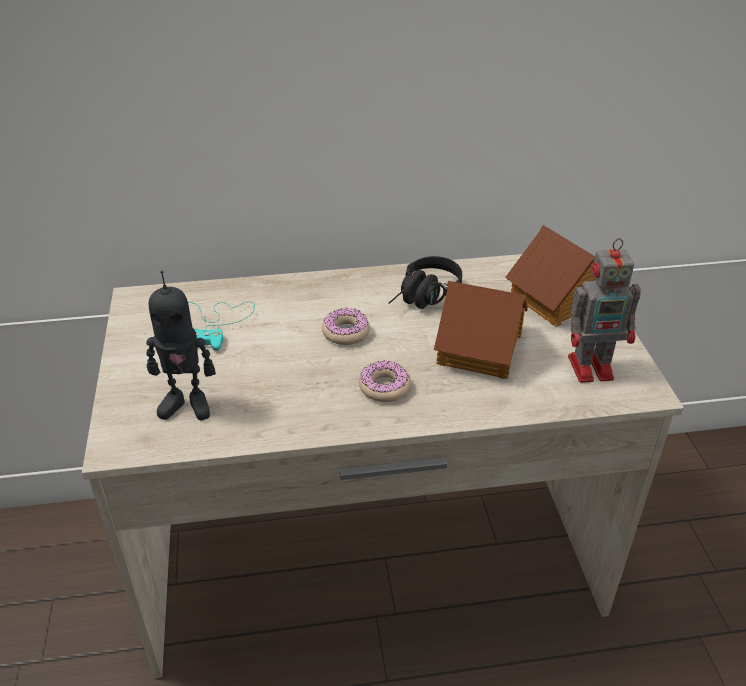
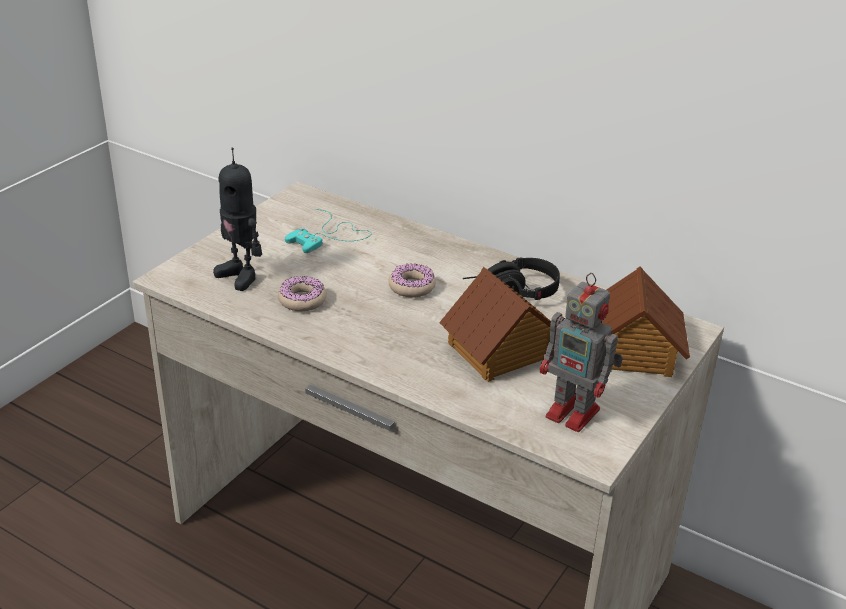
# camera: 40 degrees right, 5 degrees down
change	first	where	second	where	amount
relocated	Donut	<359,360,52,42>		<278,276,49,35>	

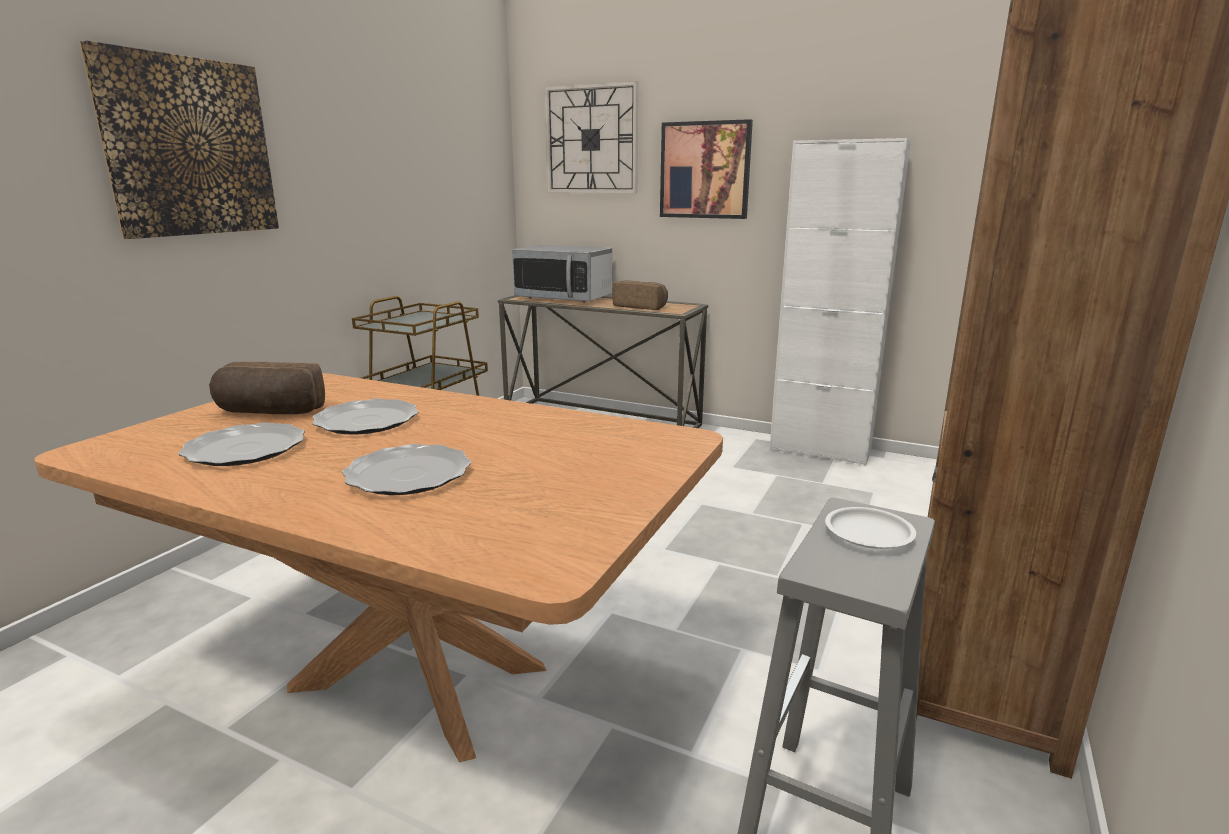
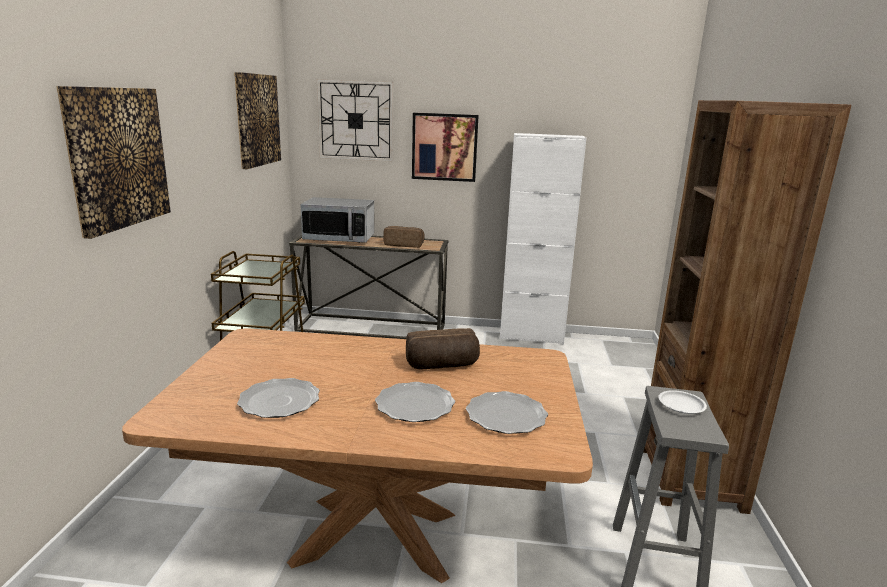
# camera: 20 degrees left, 0 degrees up
change	first	where	second	where	amount
relocated	Brot	<209,362,116,52>		<406,328,74,41>	
relocated	Teller	<312,399,106,35>		<466,391,82,43>	
appeared			Bild	<234,72,47,97>	

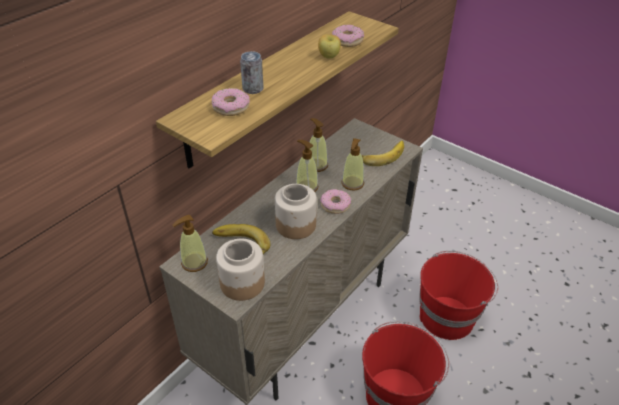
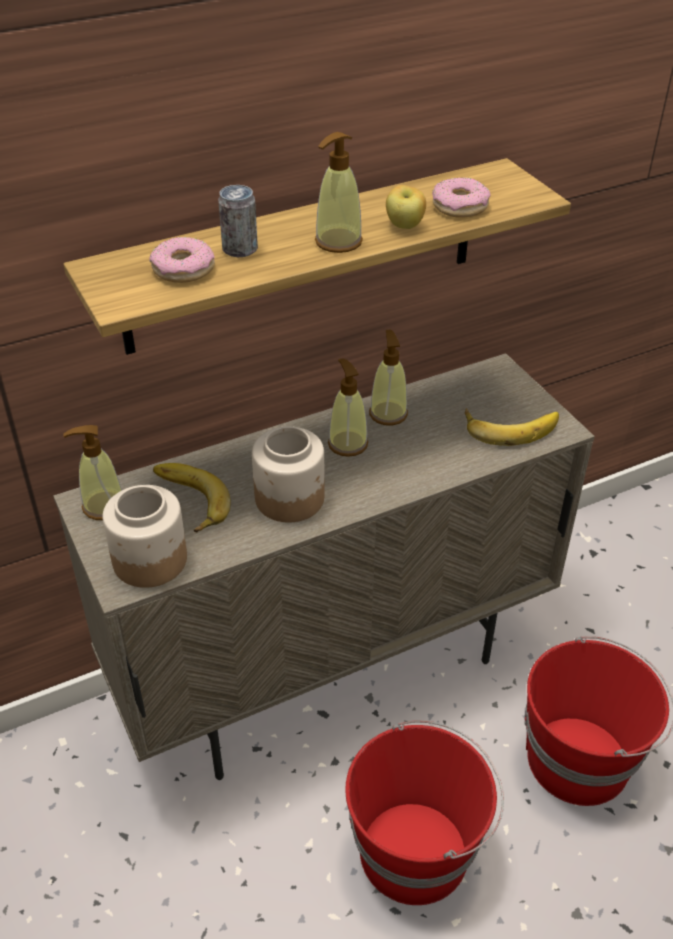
# camera: 25 degrees right, 0 degrees up
change	first	where	second	where	amount
relocated	Seifenspender	<341,138,23,53>		<315,132,48,121>	
missing	Donut	<320,189,31,25>			

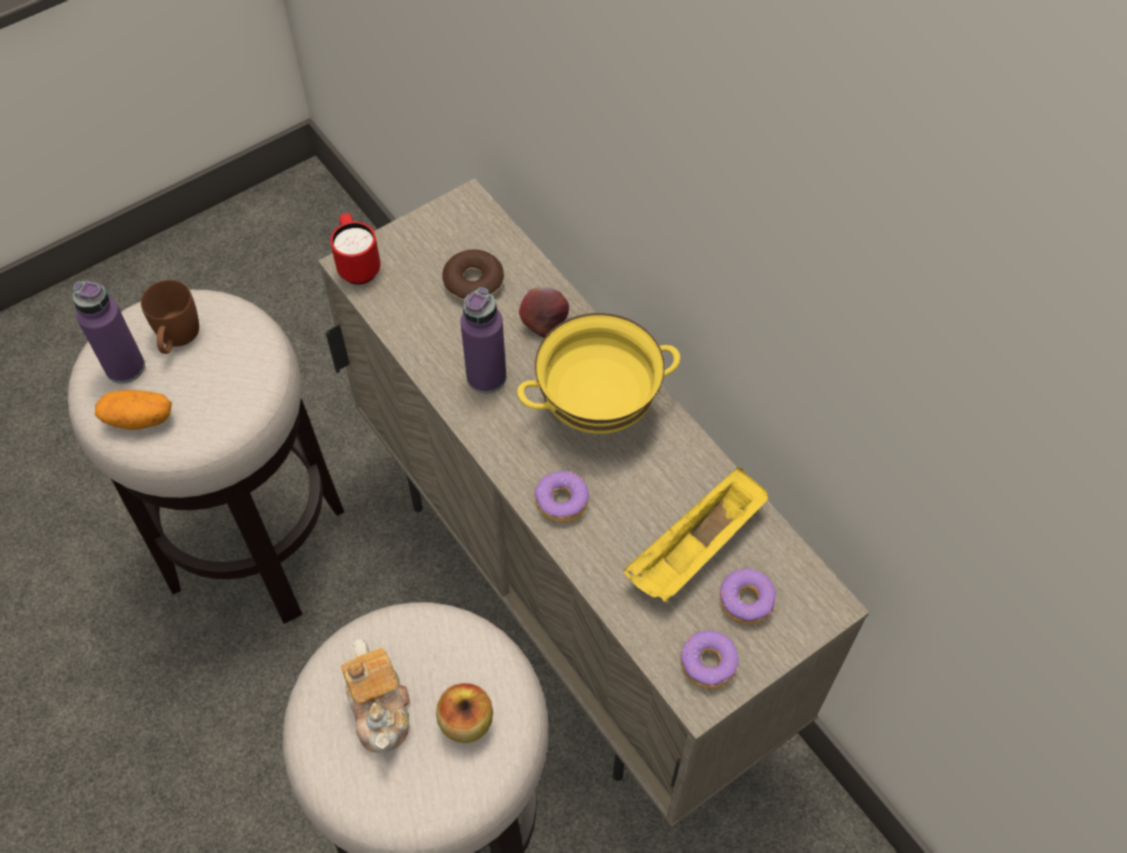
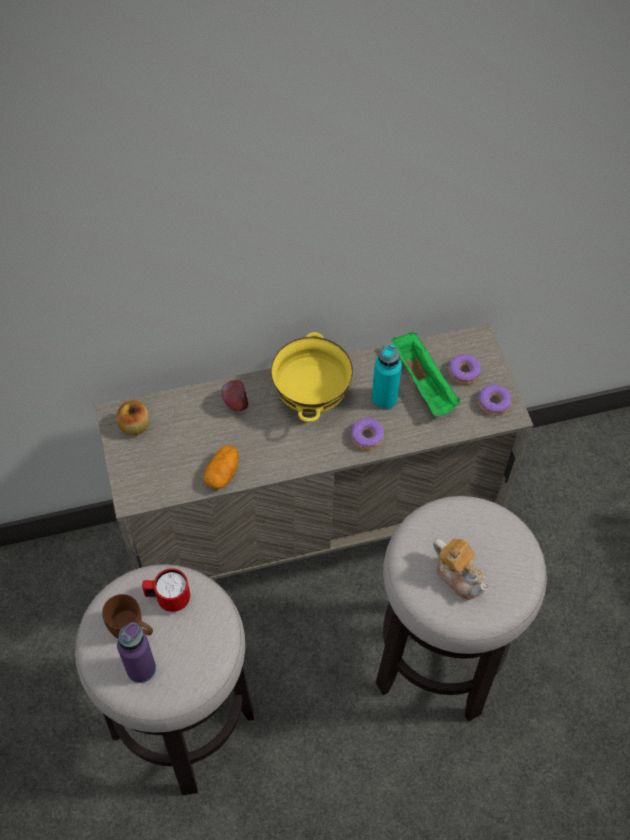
# camera: 70 degrees left, 0 degrees up
change	first	where	second	where	amount
relocated	Henkelbecher (rot)	<330,213,50,72>		<142,568,48,44>	
missing	Donut	<442,250,62,51>			
missing	Flasche (lila)	<460,287,46,107>			
relocated	Kartoffel	<95,390,77,40>		<204,445,35,44>	
colour	Tablett (gelb)	<623,468,145,134>	Tablett (grün)	<392,332,68,85>	
spun	Teekanne	<341,639,69,114>		<433,538,56,62>	45 degrees clockwise
relocated	Apfel	<436,683,57,60>		<116,401,34,34>	
appeared			Flasche (türkis)	<371,344,31,66>	

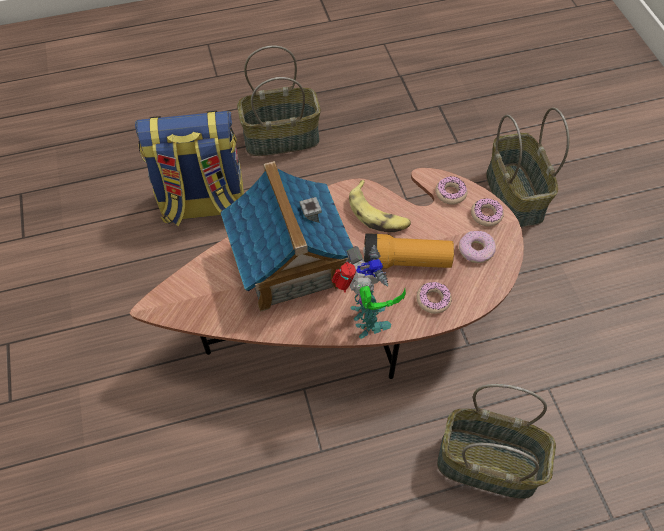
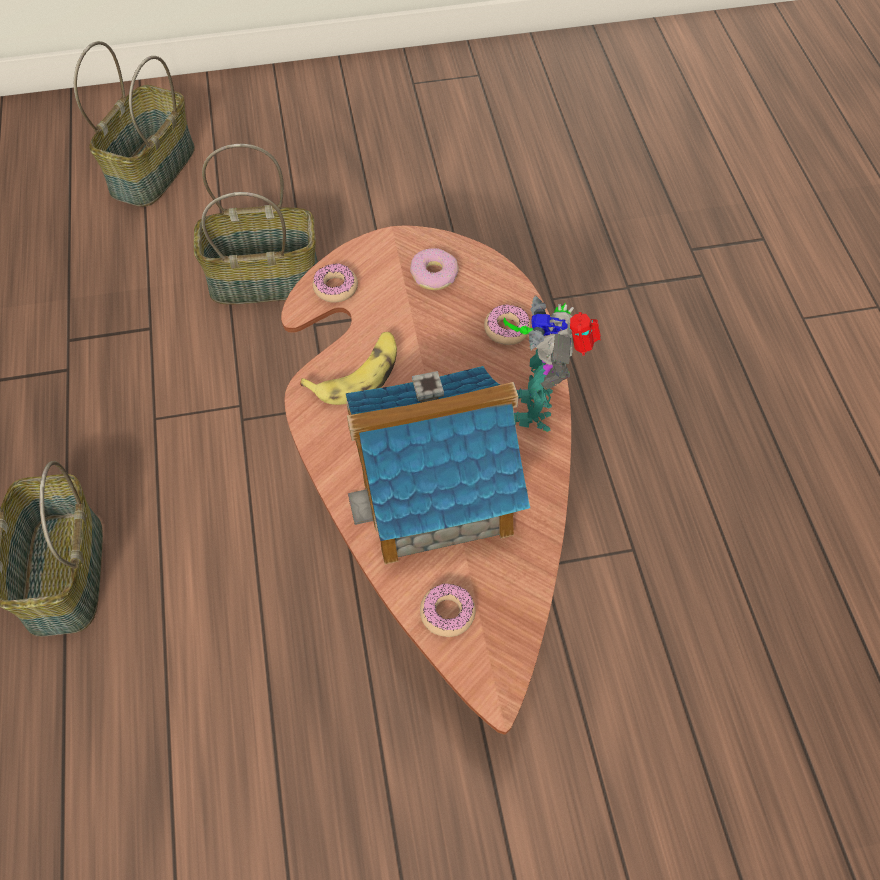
# camera: 85 degrees left, 0 degrees up
change	first	where	second	where	amount
missing	Rucksack	<135,111,109,115>			
relocated	Donut	<471,198,33,29>		<420,583,56,54>	
missing	Taschenlampe	<363,233,91,35>			
spun	Spielzeugroboter	<331,245,75,94>		<503,296,98,136>	75 degrees counterclockwise
relocated	Korb	<437,384,119,115>		<74,41,121,166>	

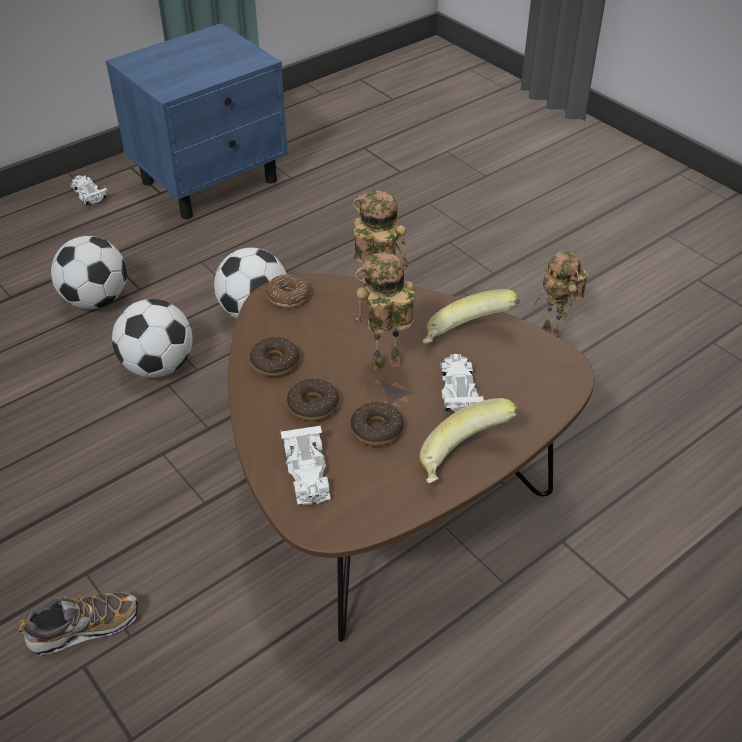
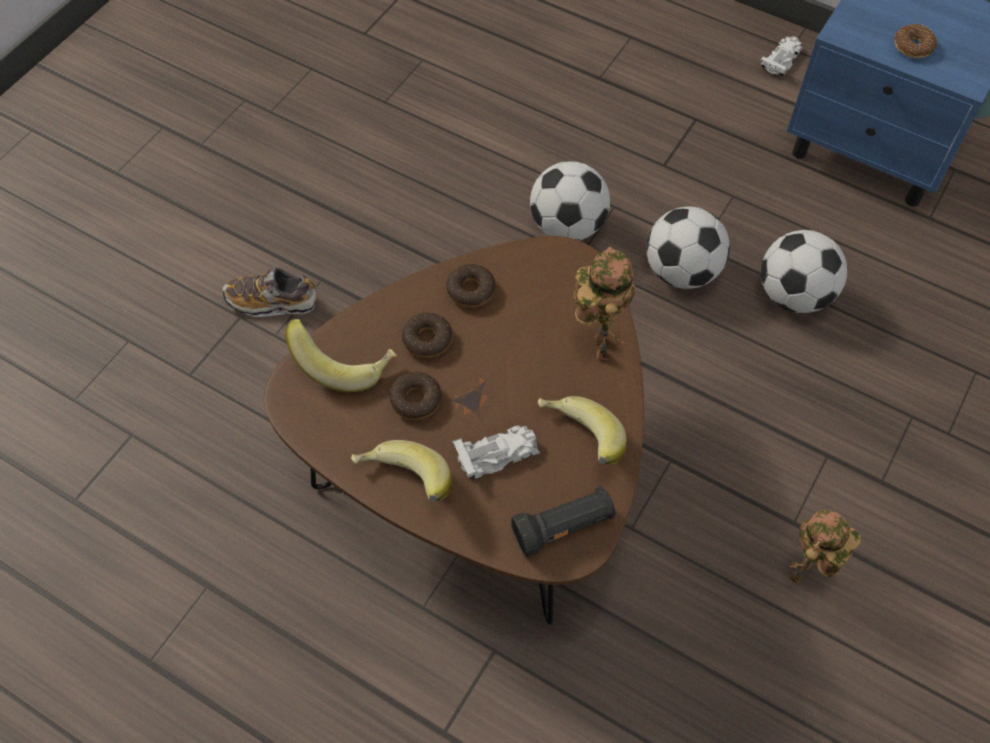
# camera: 70 degrees right, 15 degrees up
change	first	where	second	where	amount
relocated	Fußball	<51,236,76,73>		<761,230,86,83>	
missing	Spielzeugroboter	<355,252,60,118>			
relocated	Donut	<266,274,44,34>		<894,24,43,34>	
exchanged	Spielzeugauto (weiß)	<280,425,51,80>	Banane	<285,319,112,73>	
spun	Schuh	<18,592,120,64>		<222,267,94,50>	135 degrees clockwise
appeared			Taschenlampe (schwarz)	<511,486,105,71>	

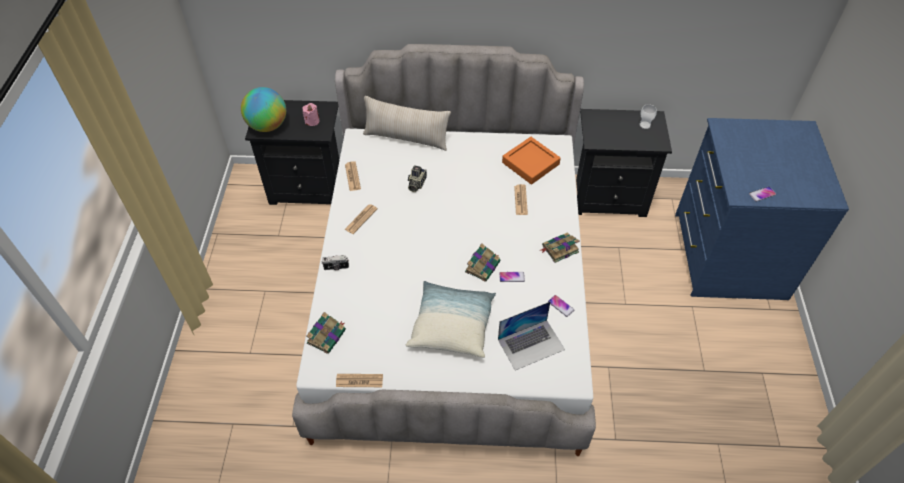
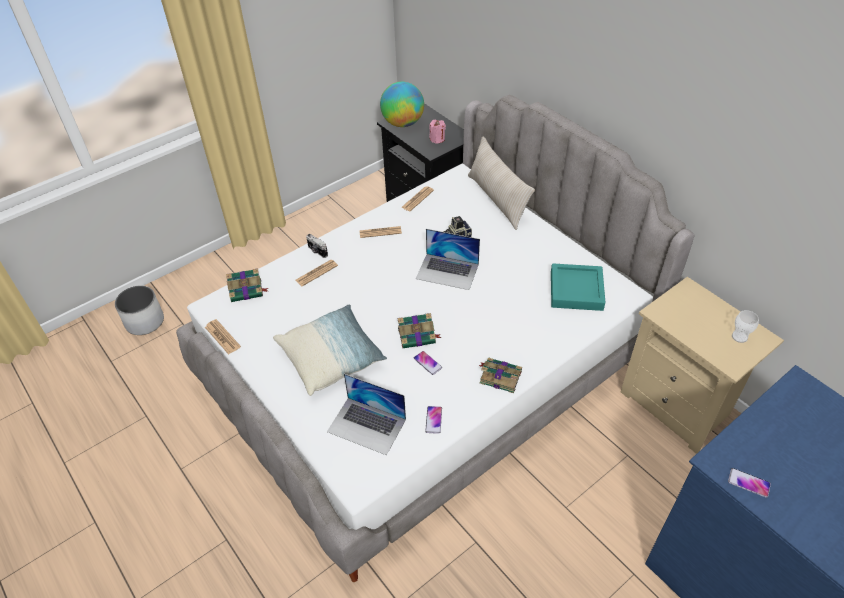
# camera: 50 degrees right, 5 degrees down
change	first	where	second	where	amount
colour	Nachttisch (schwarz)	<576,109,96,108>	Nachttisch (beige)	<621,277,163,177>	
colour	Tablett (orange)	<502,137,59,48>	Tablett (türkis)	<551,264,55,47>	
relocated	Zeitung	<514,184,14,31>		<295,259,43,27>	
appeared			Laptop	<416,229,64,61>	
appeared			Pflanzkübel (weiß)	<115,285,49,50>	

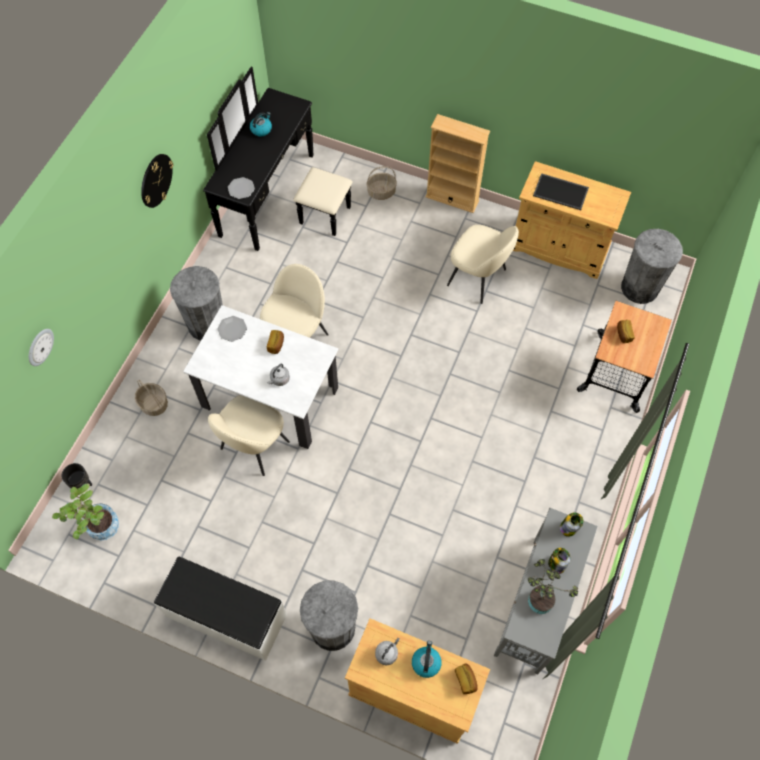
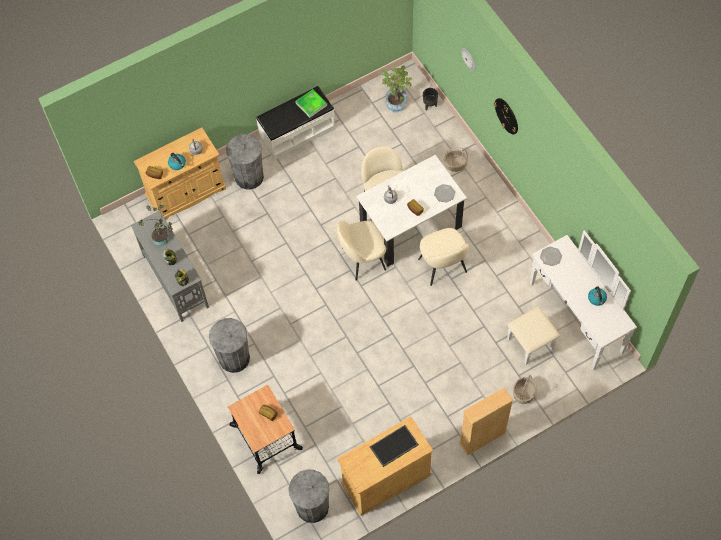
# camera: 130 degrees right, 0 degrees up
change	first	where	second	where	amount
colour	Kommode (schwarz)	<203,67,150,184>	Kommode (weiß)	<507,230,130,140>	
relocated	Wanduhr	<141,154,32,54>		<494,98,24,36>	
relocated	Stuhl (beige)	<447,225,72,79>		<337,221,49,60>	
relocated	Mülleimer (grau)	<170,266,53,75>		<209,318,41,55>	
appeared			Tablett	<295,89,32,29>	

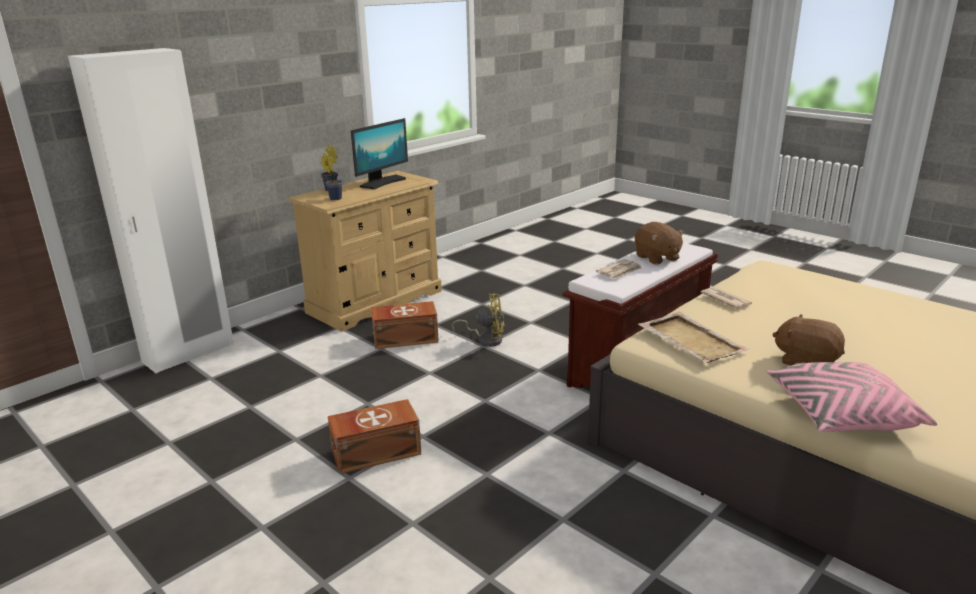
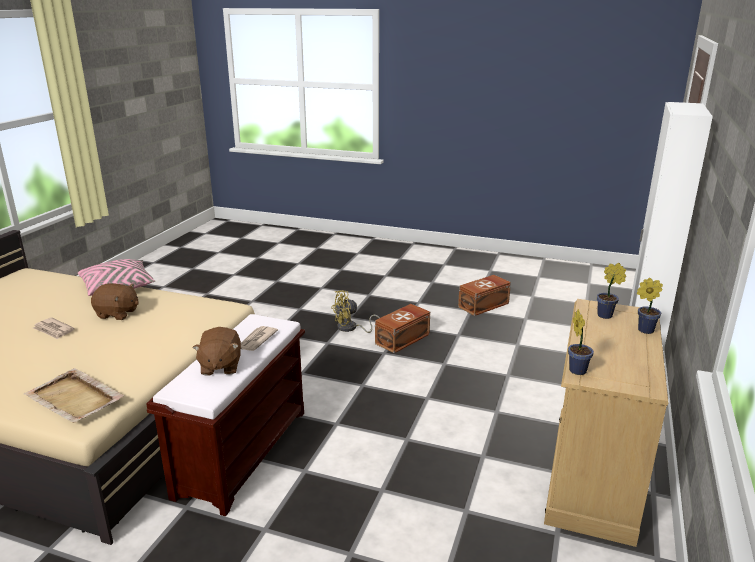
# camera: 155 degrees right, 0 degrees up
change	first	where	second	where	amount
missing	Monitor	<351,118,57,71>			
spun	Plüschtier (braun)	<635,222,50,43>		<192,327,49,49>	135 degrees counterclockwise
relocated	Zeitung	<701,287,52,22>		<33,317,42,23>	
relocated	Ventilator (gelb)	<452,293,52,54>		<331,290,49,43>	
relocated	Aufbewahrungsbox (braun)	<371,301,68,48>		<458,275,53,41>	
relocated	Tablett (beige)	<638,312,112,51>		<24,368,101,55>	
appeared			Topfpflanze	<568,309,26,66>	

